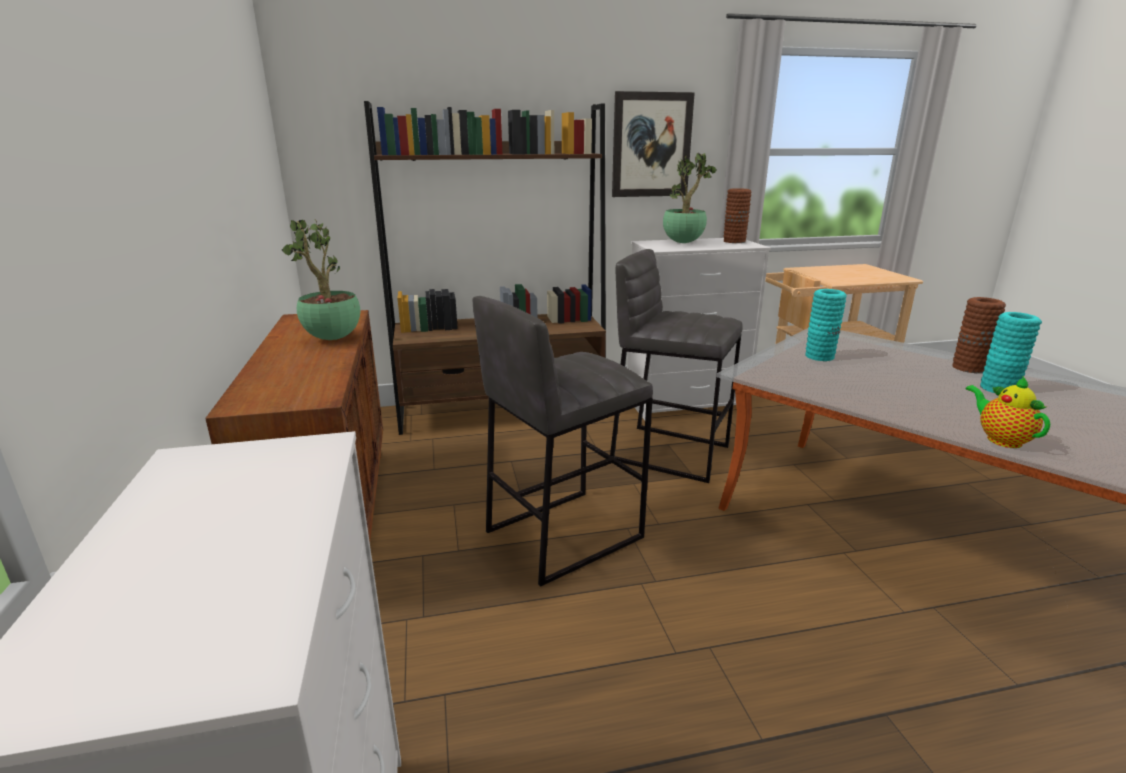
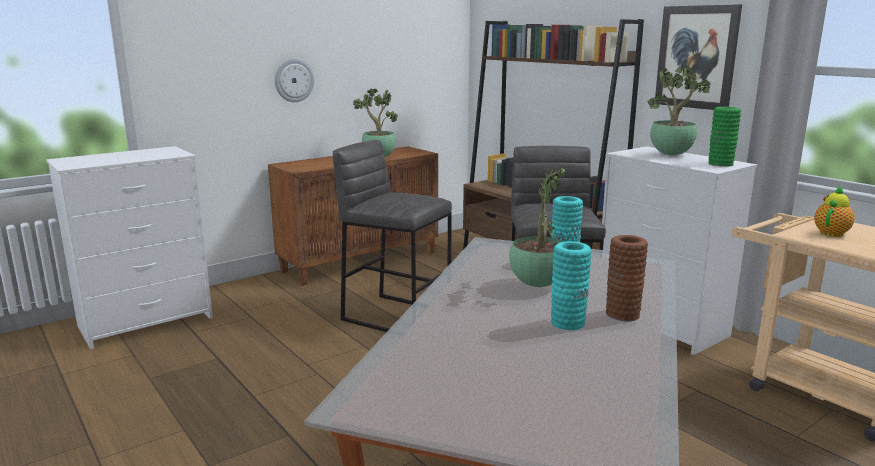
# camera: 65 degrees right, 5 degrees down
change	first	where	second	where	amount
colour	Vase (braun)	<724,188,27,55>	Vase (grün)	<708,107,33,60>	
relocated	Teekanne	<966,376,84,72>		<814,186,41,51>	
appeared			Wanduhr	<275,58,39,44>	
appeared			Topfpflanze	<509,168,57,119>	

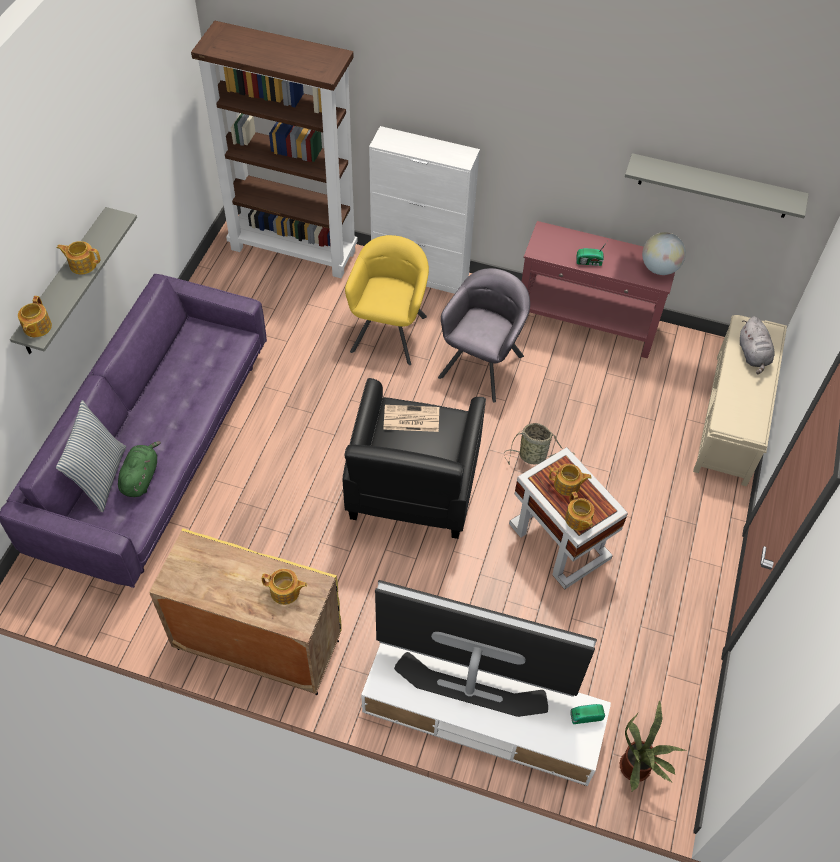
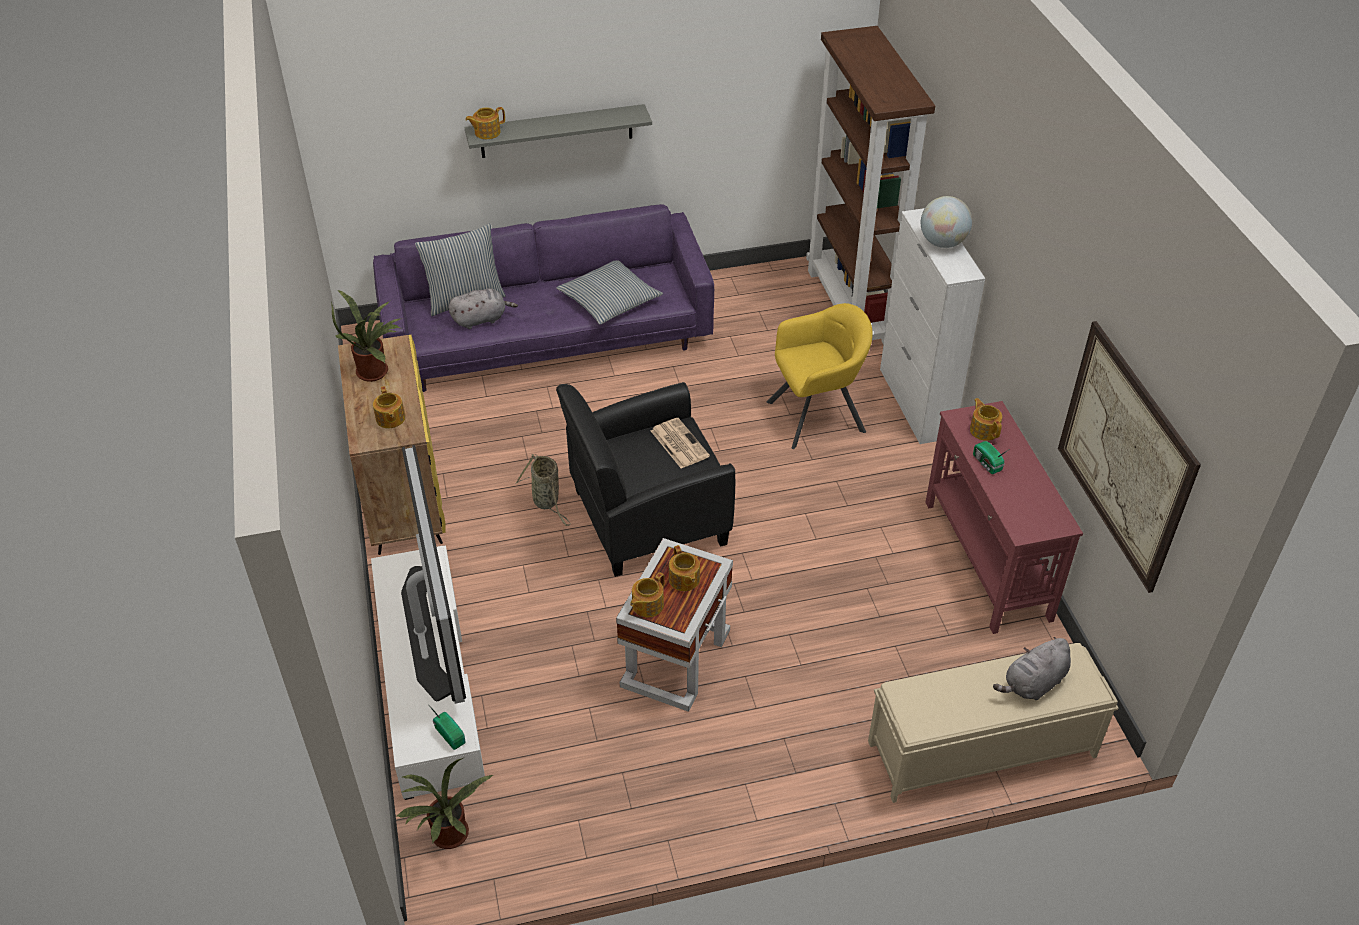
# camera: 60 degrees right, 10 degrees down
change	first	where	second	where	amount
exchanged	Wandregal (grau)	<625,153,184,66>	Bild	<1058,321,143,272>	
relocated	Globus	<642,232,44,43>		<921,196,51,52>	
relocated	Teekanne	<57,241,44,33>		<970,398,32,43>	
missing	Sessel (grau)	<438,268,92,135>			
relocated	Korb	<504,423,72,42>		<515,454,56,72>	
colour	Plüschtier (grün)	<118,441,43,56>	Plüschtier (grau)	<448,288,70,41>	
appeared			Kissen	<556,260,107,64>	
appeared			Topfpflanze	<331,290,70,92>	

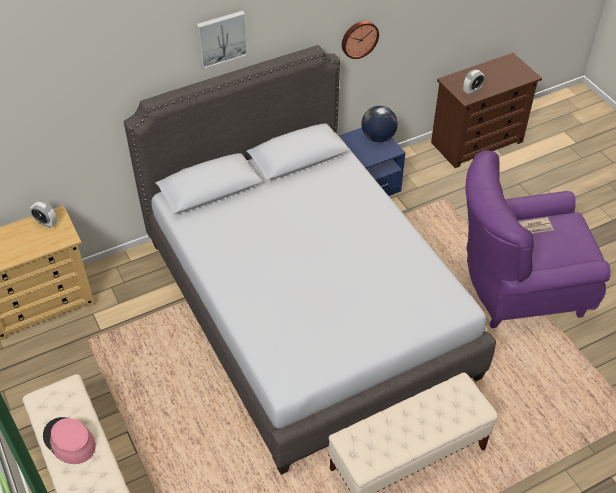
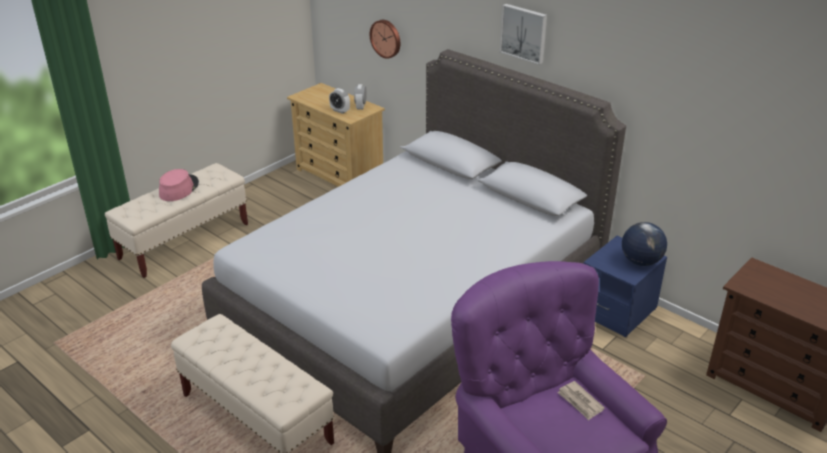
# camera: 70 degrees right, 15 degrees down
change	first	where	second	where	amount
relocated	Wanduhr	<342,21,37,38>		<370,20,30,39>	
relocated	Wecker	<463,70,22,25>		<329,88,21,26>	

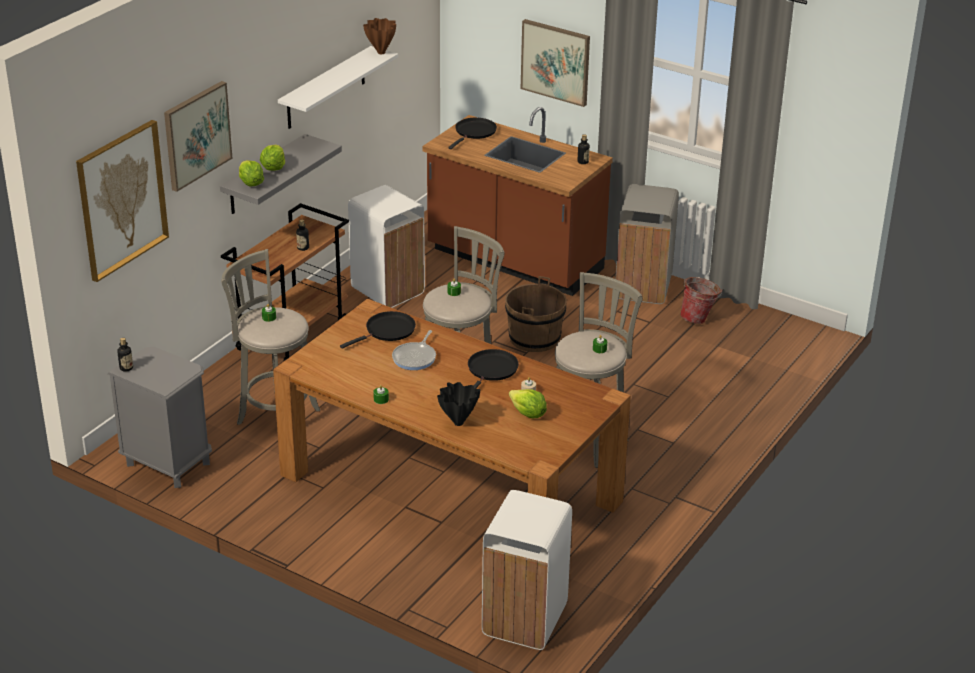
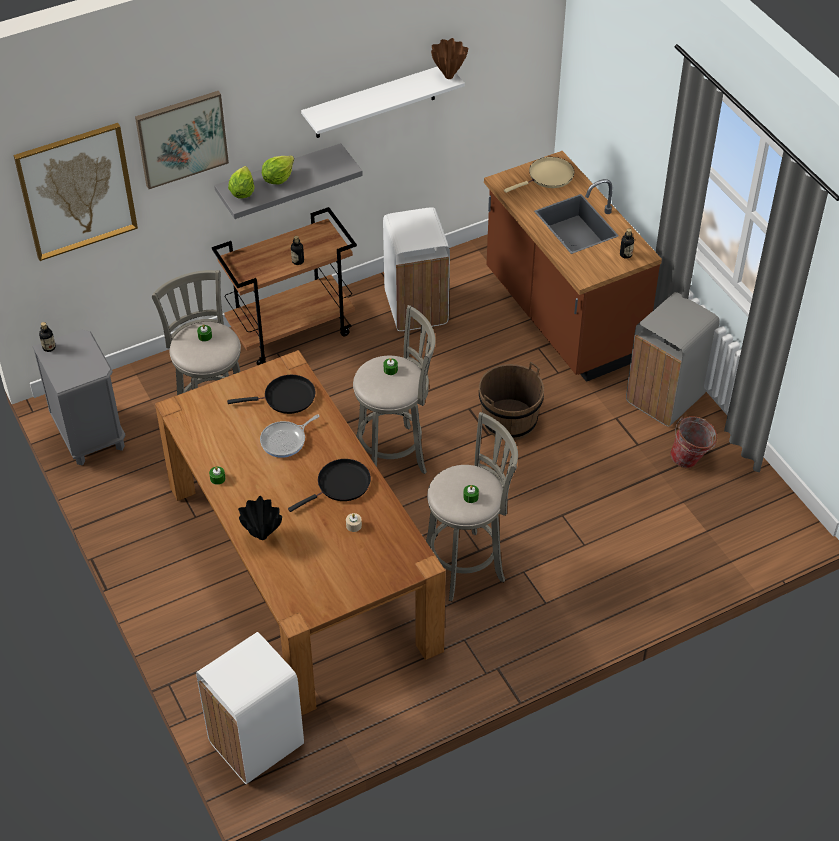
# camera: 30 degrees right, 15 degrees up
change	first	where	second	where	amount
missing	Bild	<521,19,69,88>			
colour	Pfanne (schwarz)	<448,117,49,32>	Pfanne (beige)	<504,157,70,36>	
missing	Salatkopf	<509,389,38,29>			

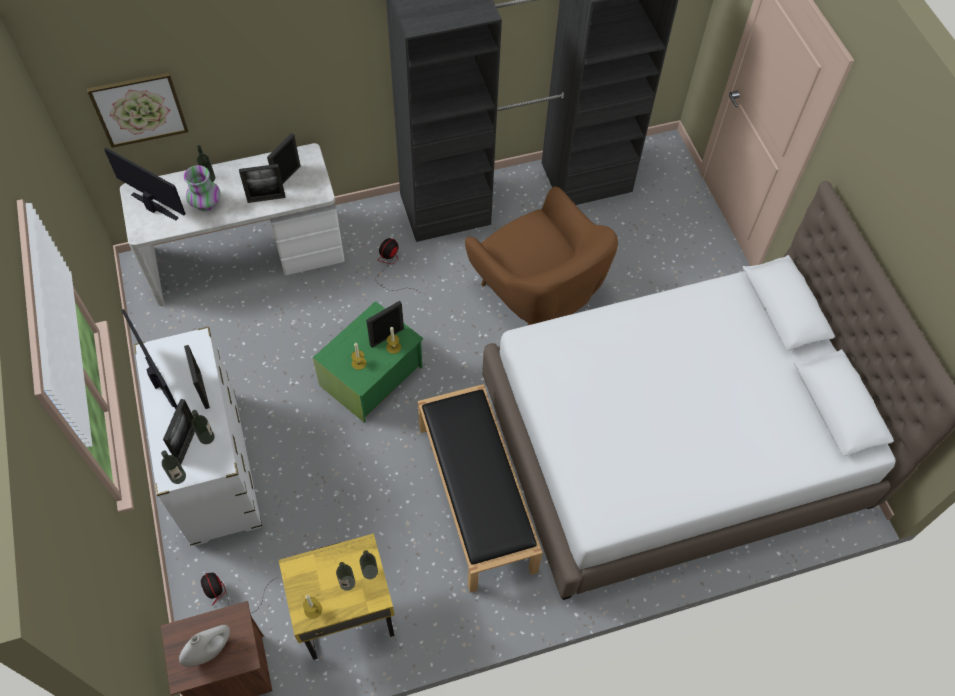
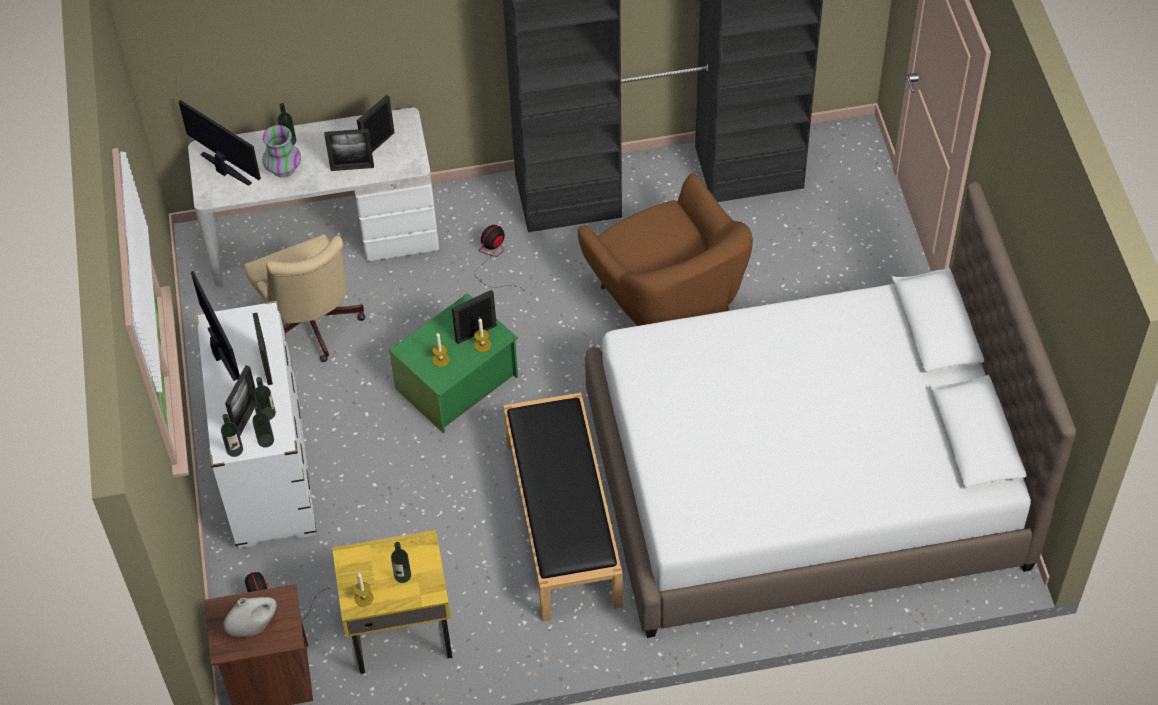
# camera: 10 degrees right, 5 degrees down
change	first	where	second	where	amount
missing	Bild	<87,73,101,75>			
relocated	Flasche	<360,550,18,29>		<252,404,22,44>	
appeared			Bürostuhl (beige)	<244,234,122,128>	

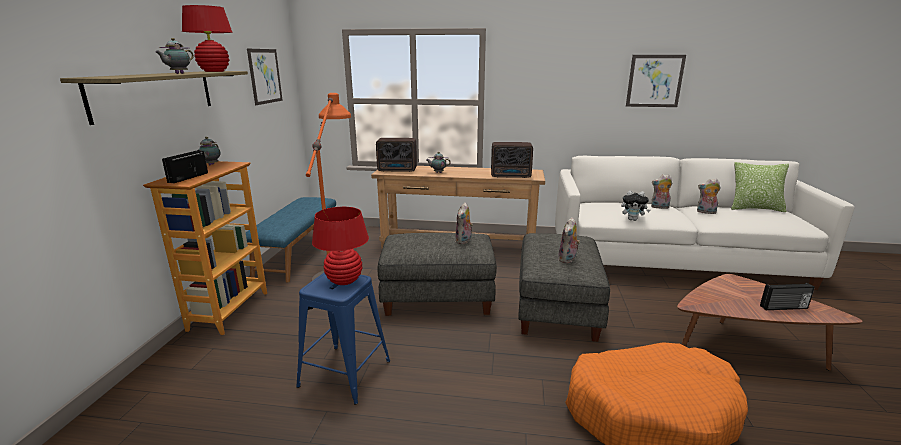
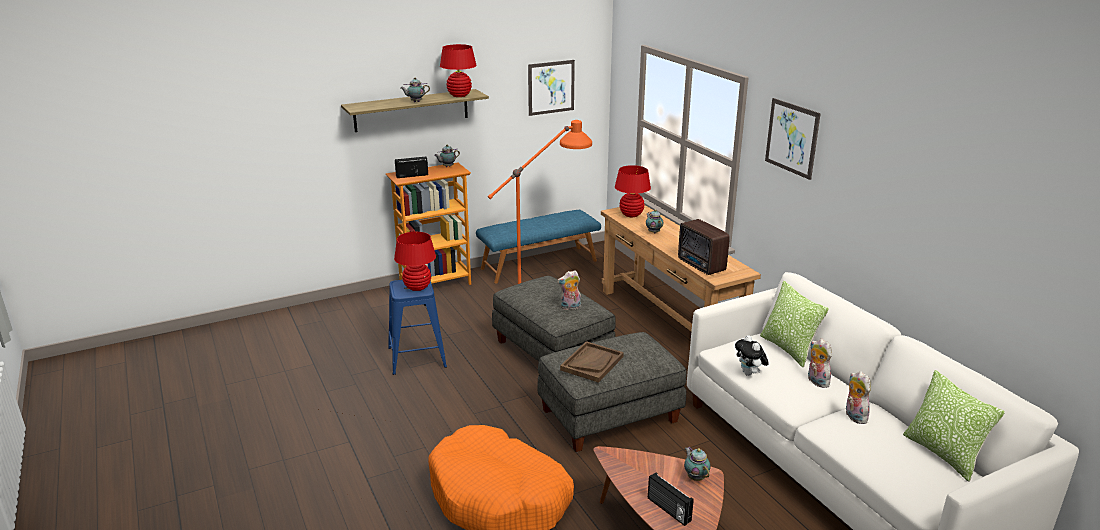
# camera: 55 degrees right, 5 degrees up
change	first	where	second	where	amount
relocated	Bild	<626,55,60,52>		<765,98,56,82>	
exchanged	Radio	<376,138,41,34>	Tischlampe (rot)	<615,165,36,52>	
exchanged	Plüschtier	<558,217,22,46>	Tablett (braun)	<560,341,64,42>	
appeared			Kissen	<760,281,69,86>	
appeared			Teekanne	<684,447,27,34>	

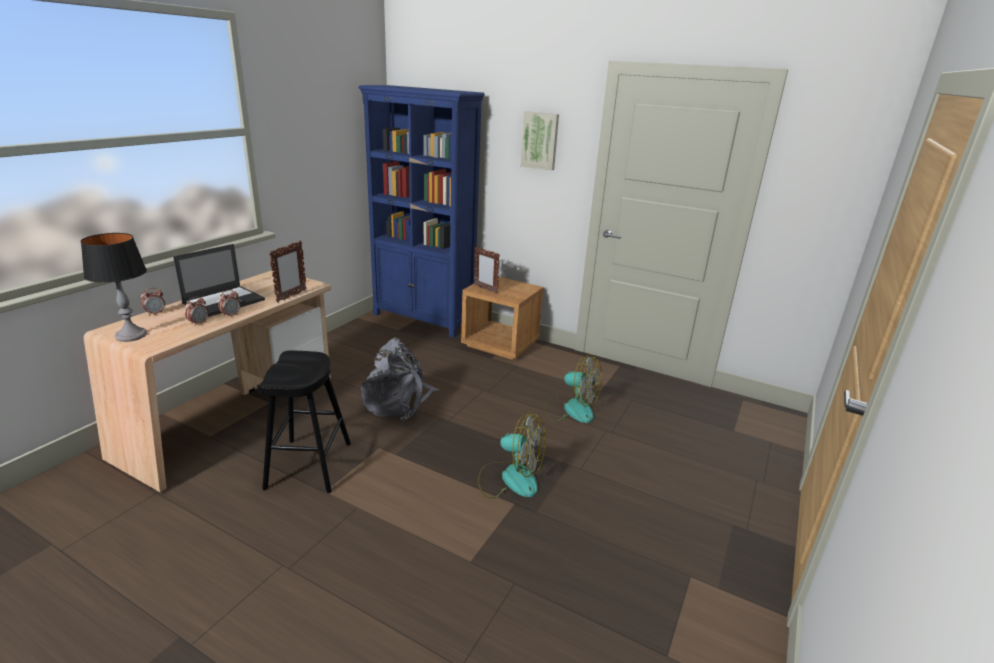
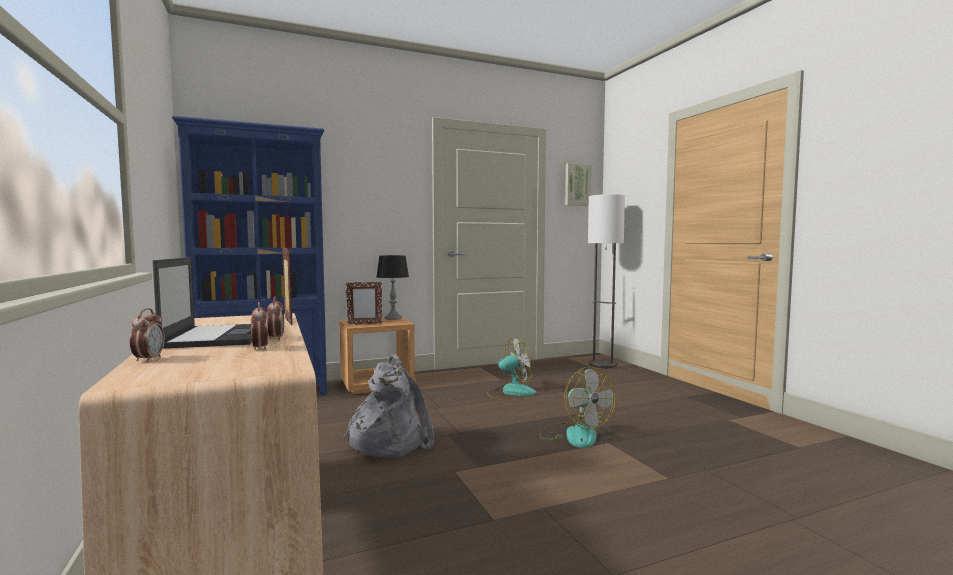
# camera: 50 degrees left, 20 degrees down
change	first	where	second	where	amount
relocated	Bild	<520,111,39,60>		<565,163,26,43>	
relocated	Tischlampe	<81,233,66,109>		<377,255,32,65>	
missing	Hocker (schwarz)	<257,351,94,142>			
spun	Ventilator	<478,413,67,86>		<539,367,76,81>	90 degrees clockwise
appeared			Stehlampe	<588,194,37,174>	

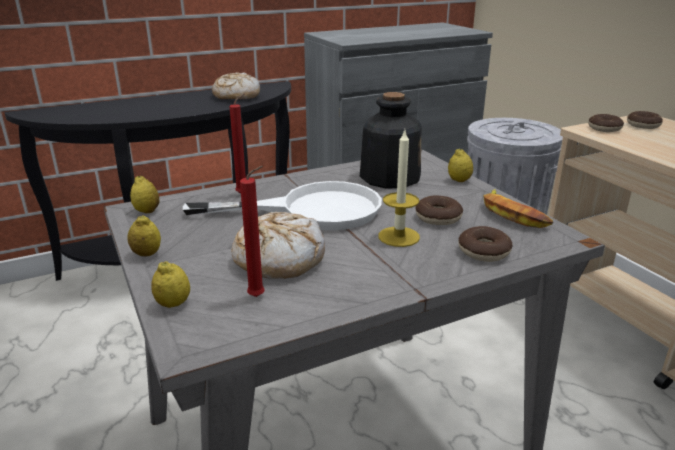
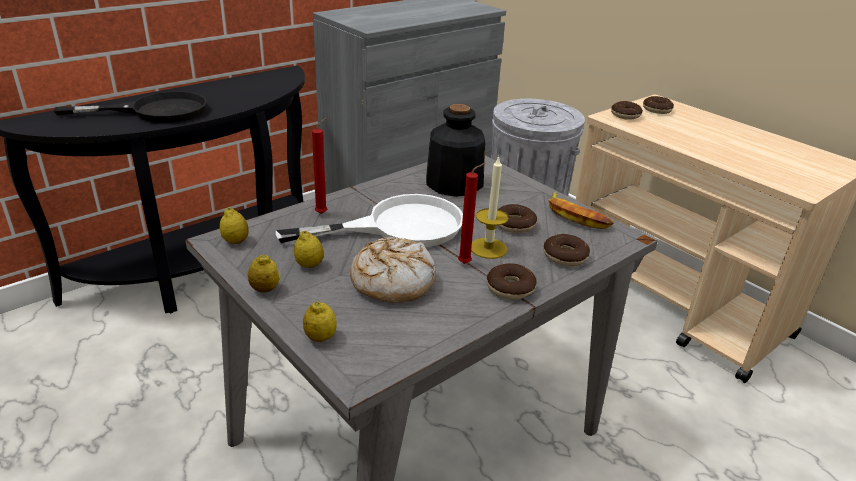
# camera: 15 degrees left, 5 degrees up
change	first	where	second	where	amount
missing	Brot	<212,73,48,27>			
relocated	Zitrone	<448,149,25,33>		<294,231,30,37>	
relocated	Kerze (rot)	<240,166,25,131>		<458,163,27,101>	
appeared			Pfanne (schwarz)	<54,91,153,32>	
appeared			Donut	<487,263,50,37>	

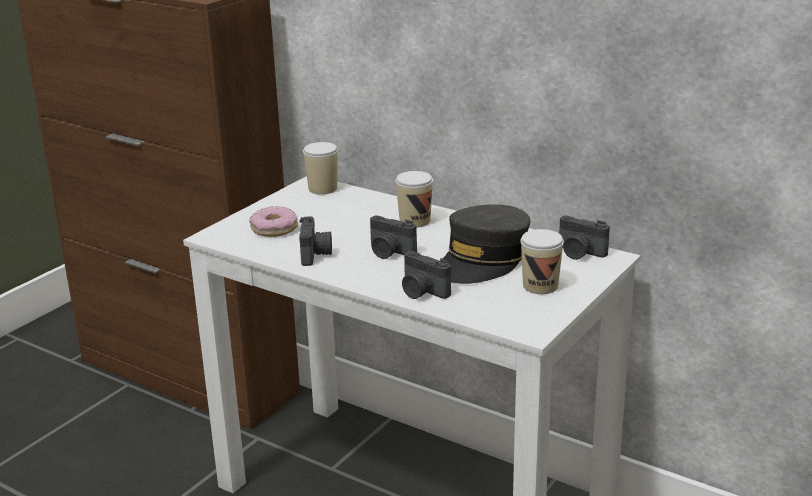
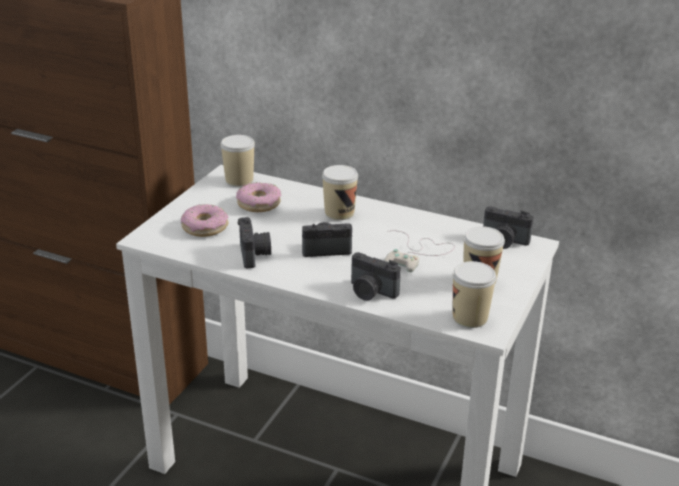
# camera: 10 degrees left, 5 degrees up
change	first	where	second	where	amount
exchanged	Kappe (grau)	<443,204,87,80>	Gamepad (weiß)	<384,231,71,41>	
spun	Kamera	<370,216,47,43>		<302,222,50,35>	150 degrees clockwise
appeared			Donut	<236,182,45,30>	
appeared			Tasse	<453,261,43,67>	

